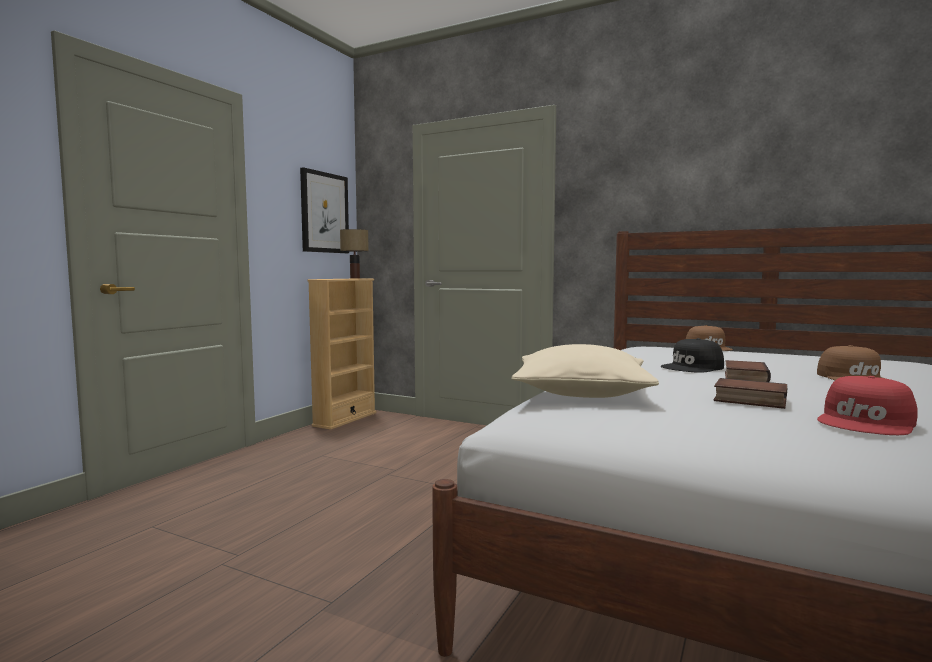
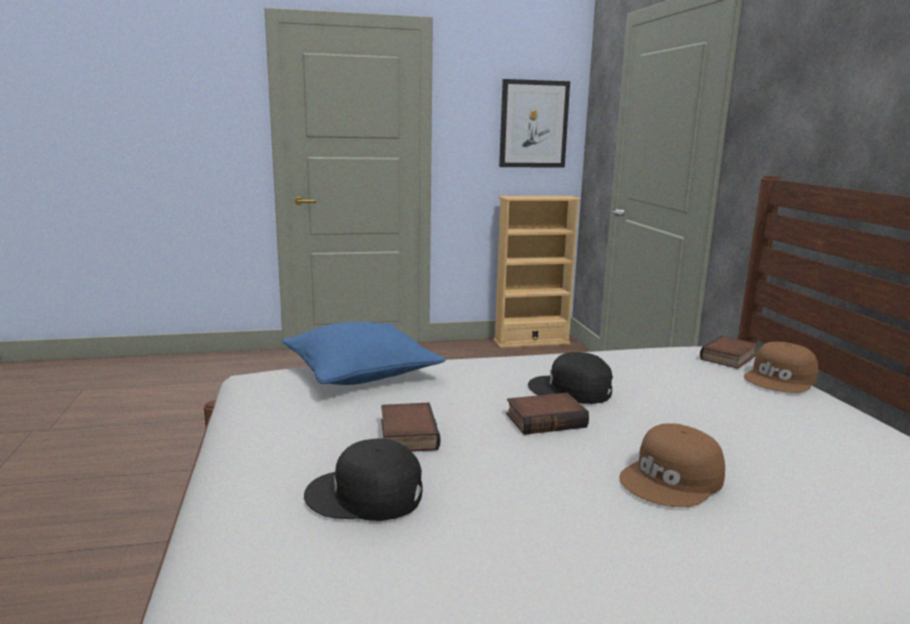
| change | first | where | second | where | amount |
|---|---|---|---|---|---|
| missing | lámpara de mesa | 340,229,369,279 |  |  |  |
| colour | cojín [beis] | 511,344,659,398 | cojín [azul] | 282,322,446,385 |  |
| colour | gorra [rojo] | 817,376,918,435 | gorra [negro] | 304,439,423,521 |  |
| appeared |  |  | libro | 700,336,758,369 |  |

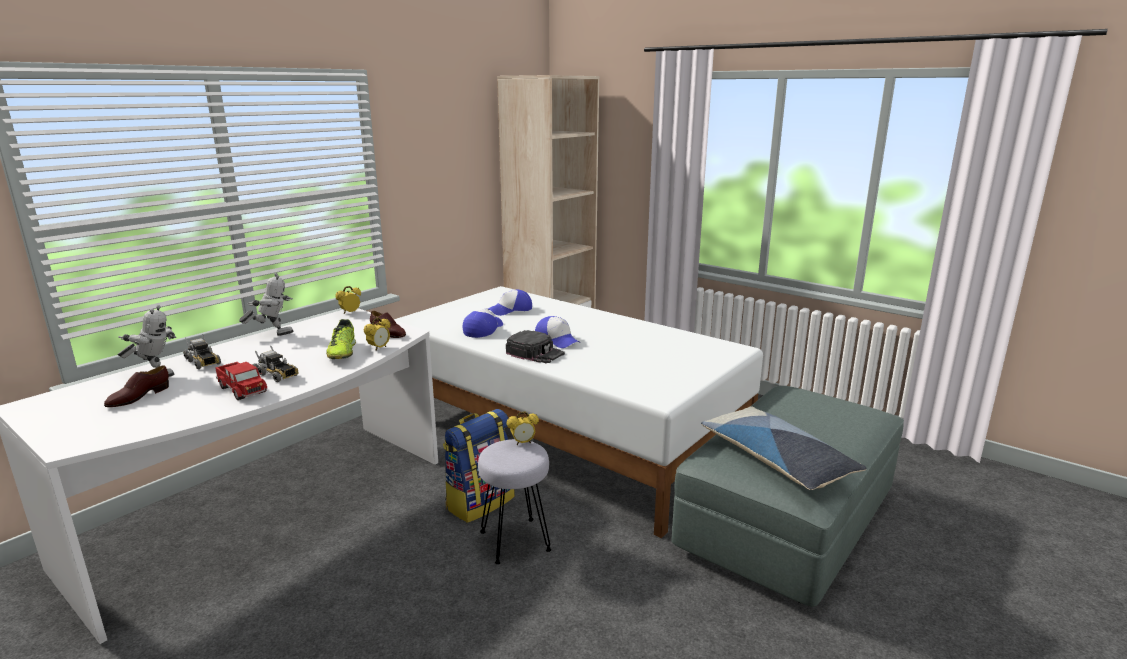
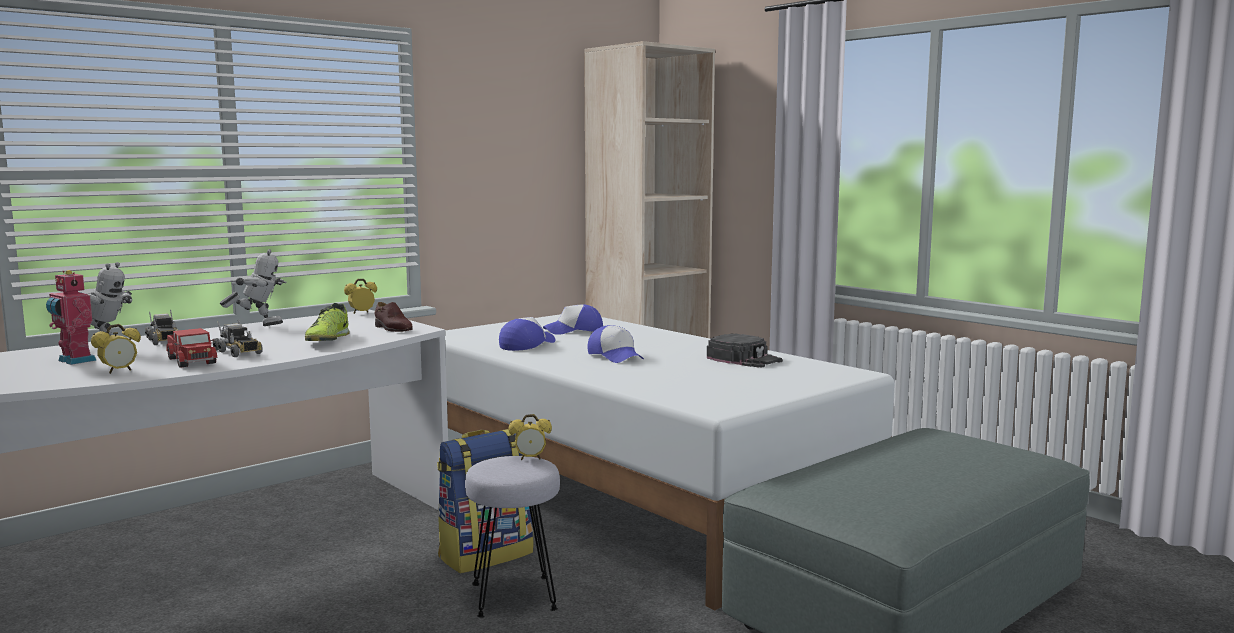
| change | first | where | second | where | amount |
|---|---|---|---|---|---|
| relocated | despertador | 364,317,391,351 |  | 91,324,141,374 |  |
| relocated | gorra [negro] | 506,330,565,363 |  | 707,334,783,368 |  |
| exchanged | zapato [marrón] | 104,365,169,407 | robot de juguete | 46,270,97,365 |  |
| missing | cojín | 701,406,867,490 |  |  |  |

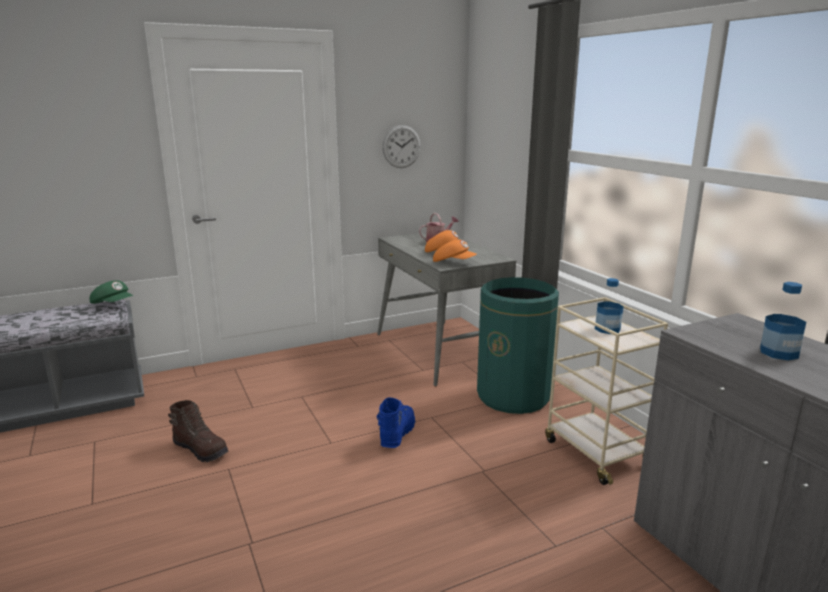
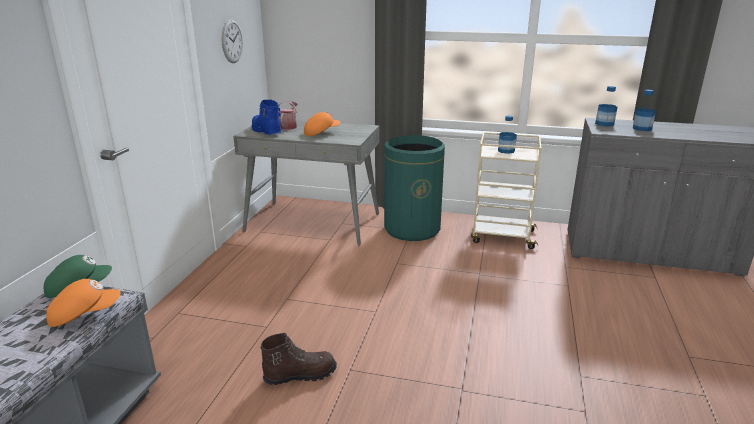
| change | first | where | second | where | amount |
|---|---|---|---|---|---|
| relocated | gorra [naranja] | 433,239,477,262 |  | 46,279,121,327 |  |
| relocated | bota [azul] | 377,398,415,448 |  | 252,100,281,135 |  |
| appeared |  |  | botella | 595,86,618,126 |  |

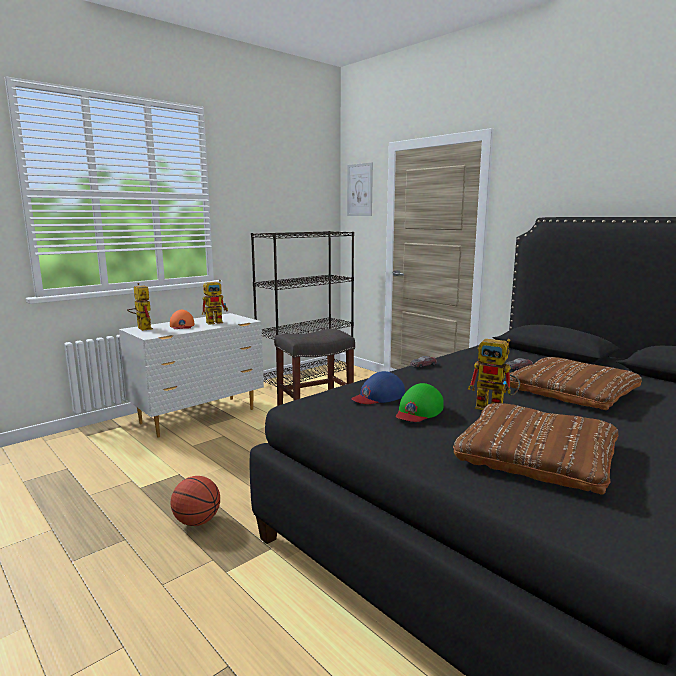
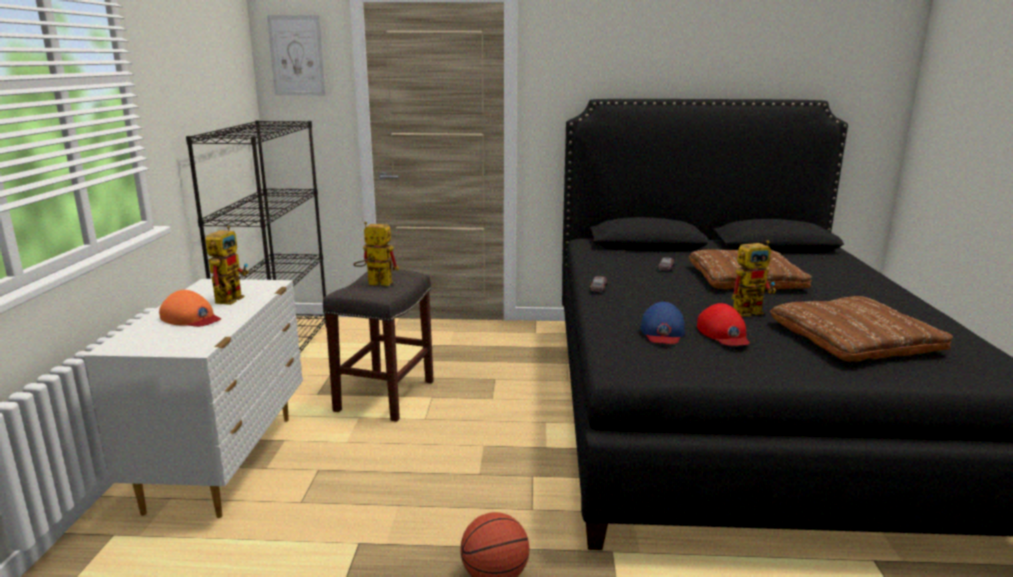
| change | first | where | second | where | amount |
|---|---|---|---|---|---|
| relocated | robot de juguete | 127,283,153,331 |  | 353,222,399,286 |  |
| colour | gorra [verde] | 396,383,444,422 | gorra [rojo] | 697,303,750,346 |  |

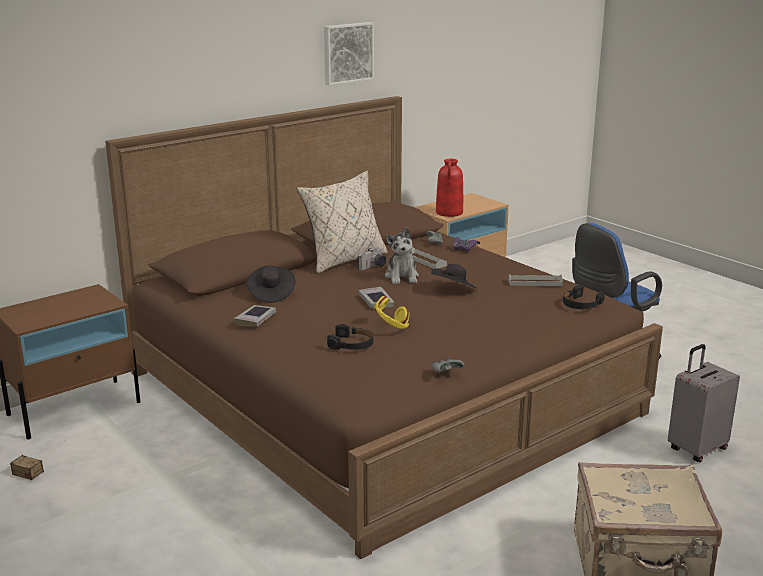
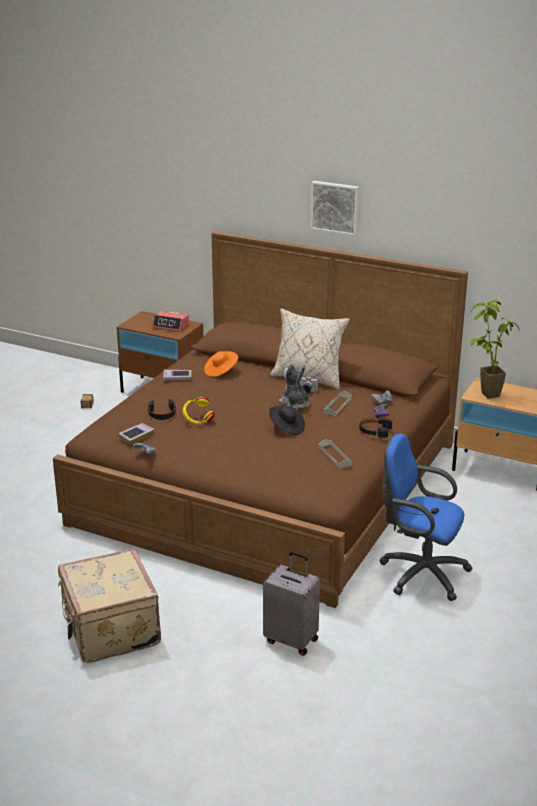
| change | first | where | second | where | amount |
|---|---|---|---|---|---|
| relocated | cuadro | 324,22,374,86 |  | 311,181,359,236 |  |
| exchanged | florero [rojo] | 436,159,463,217 | planta en maceta | 470,300,520,399 |  |
| spun | peluche | 385,227,419,284 |  | 279,364,310,410 | 90 degrees clockwise |
| colour | sombrero [negro] | 247,266,296,303 | sombrero [naranja] | 204,351,238,377 |  |
| relocated | auriculares [negro] | 563,285,605,309 |  | 359,418,392,438 |  |
| relocated | libro | 359,287,394,308 |  | 118,423,154,444 |  |
| appeared |  |  | despertador | 152,311,189,332 |  |

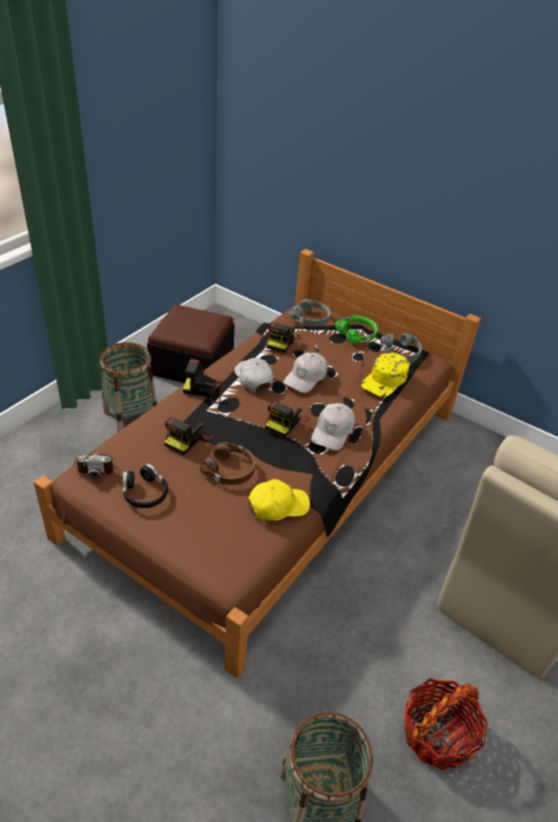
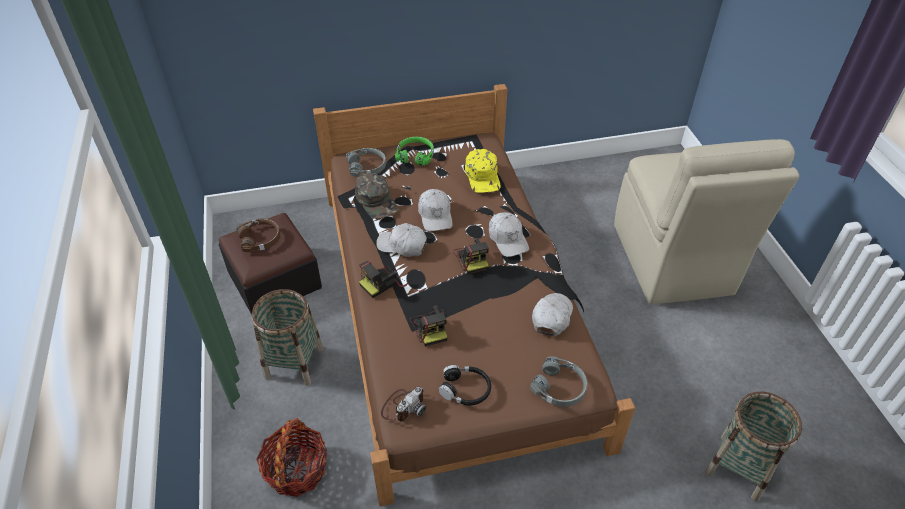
| change | first | where | second | where | amount |
|---|---|---|---|---|---|
| exchanged | cámara | 266,322,301,353 | gorra [verde] | 355,173,398,219 |  |
| relocated | auriculares [gris] | 380,333,422,362 |  | 530,356,588,407 |  |
| relocated | auriculares [marrón] | 200,442,255,485 |  | 236,218,280,252 |  |
| colour | gorra [amarillo] | 248,479,310,521 | gorra [blanco] | 532,293,573,336 |  |
| relocated | cesta | 404,678,488,770 |  | 256,418,327,497 |  |

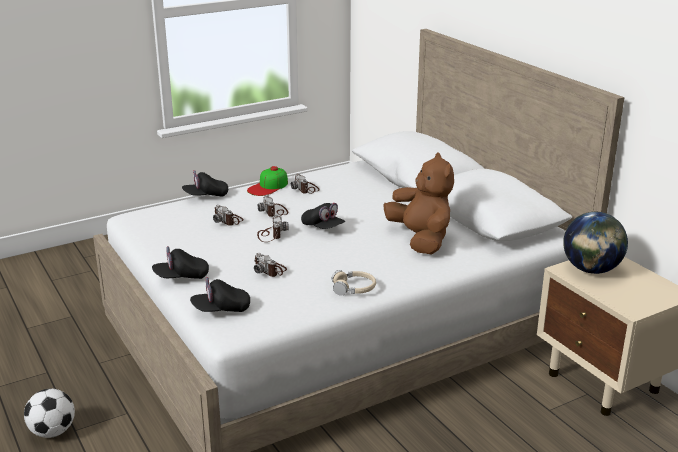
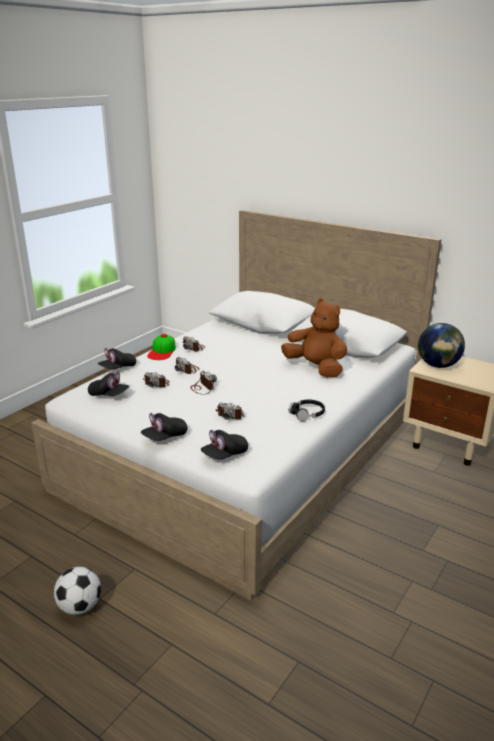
| change | first | where | second | where | amount |
|---|---|---|---|---|---|
| relocated | gorra [negro] | 301,203,345,229 |  | 88,372,129,396 |  |
| colour | auriculares [beis] | 332,270,376,296 | auriculares [negro] | 289,400,325,422 |  |

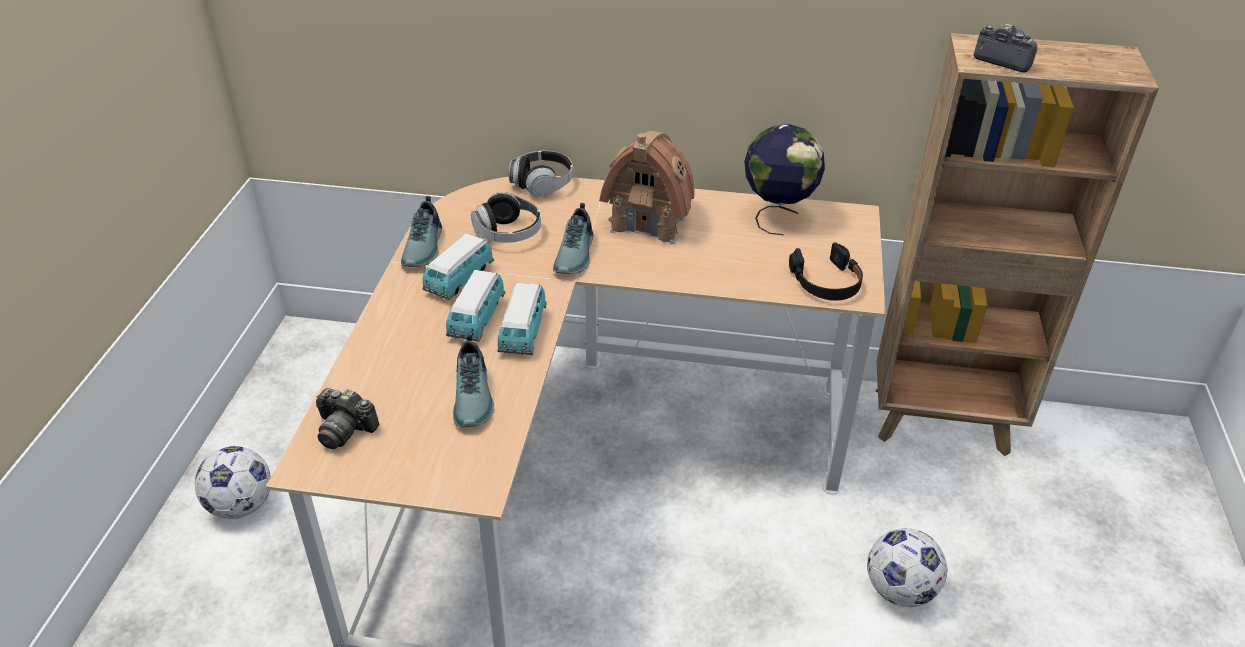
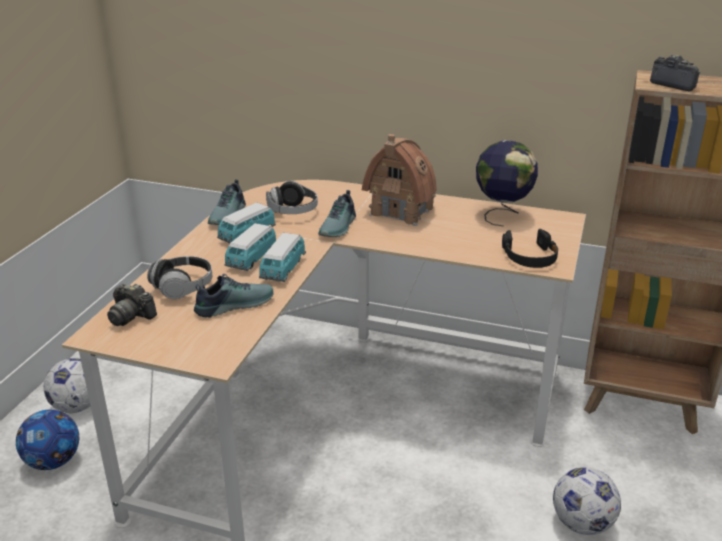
| change | first | where | second | where | amount |
|---|---|---|---|---|---|
| relocated | auriculares | 509,151,573,197 |  | 147,256,212,299 |  |
| spun | zapato | 453,334,494,427 |  | 194,274,274,318 | 120 degrees counterclockwise |
| appeared |  |  | balón de fútbol | 16,410,79,470 |  |

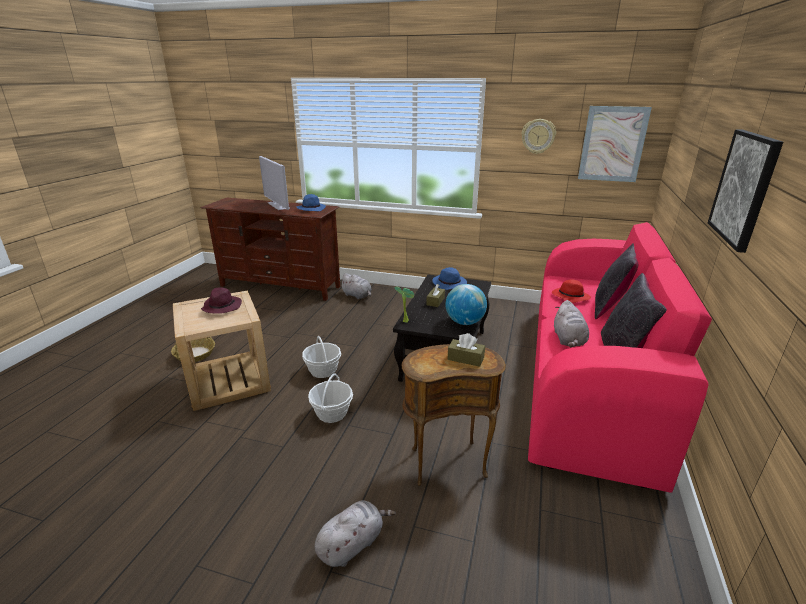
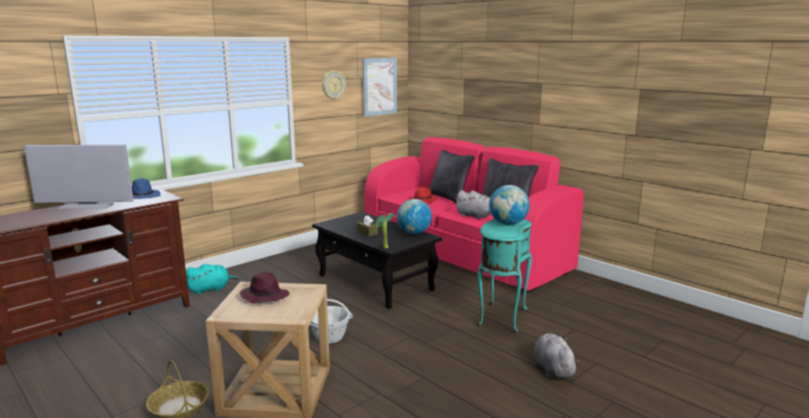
| change | first | where | second | where | amount |
|---|---|---|---|---|---|
| missing | cuadro | 708,129,783,253 |  |  |  |
| missing | sombrero [azul] | 432,267,467,290 |  |  |  |
| colour | peluche [gris] | 340,273,372,300 | peluche [turquesa] | 186,264,239,294 |  |
| exchanged | caja de pañuelos [marrón] | 447,333,485,367 | globo terráqueo | 489,185,530,225 |  |
| colour | mesa auxiliar [marrón] | 402,344,506,486 | mesa auxiliar [turquesa] | 477,219,532,333 |  |
| missing | cesta | 308,373,353,423 |  |  |  |

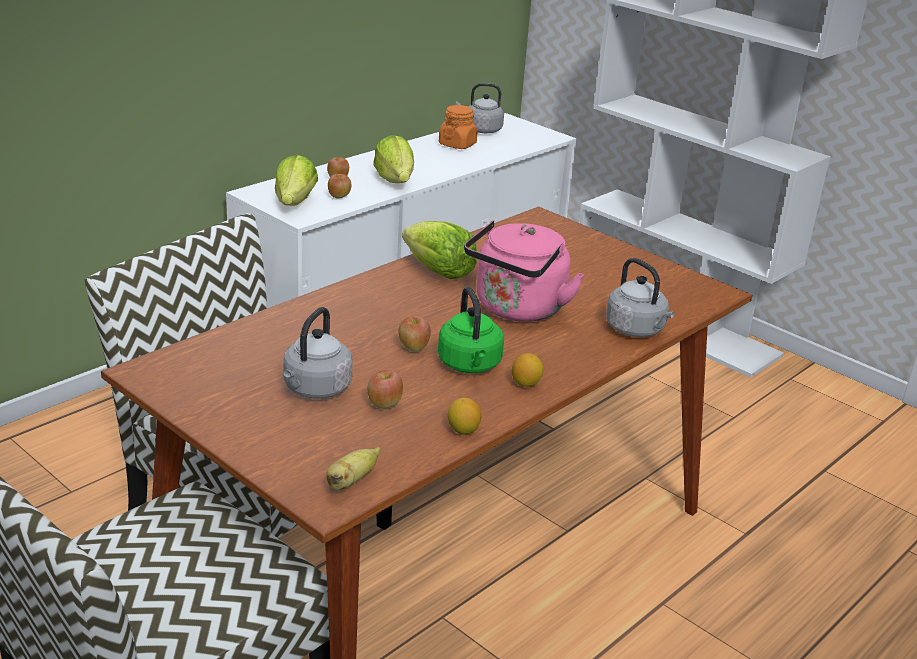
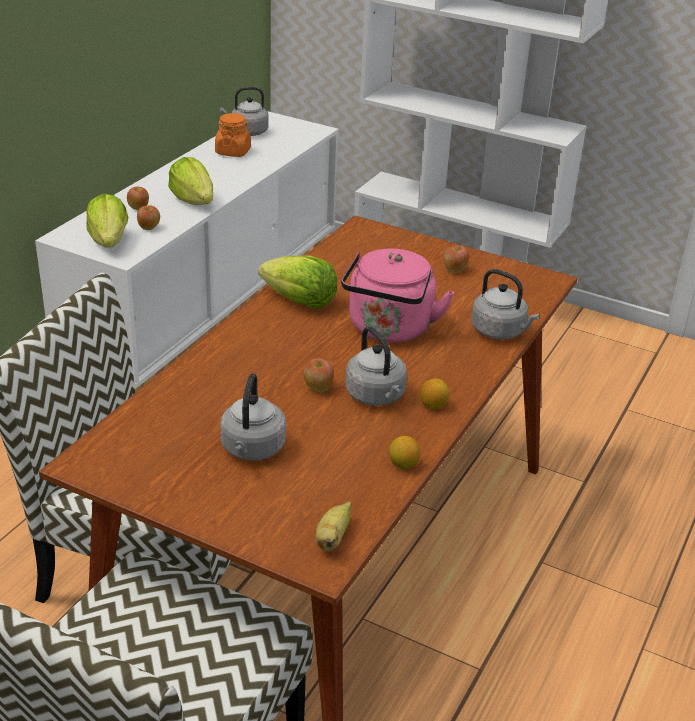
| change | first | where | second | where | amount |
|---|---|---|---|---|---|
| colour | hervidor [verde] | 438,287,504,373 | hervidor [gris] | 345,326,407,406 |  |
| relocated | manzana | 367,370,403,409 |  | 444,245,469,273 |  |

